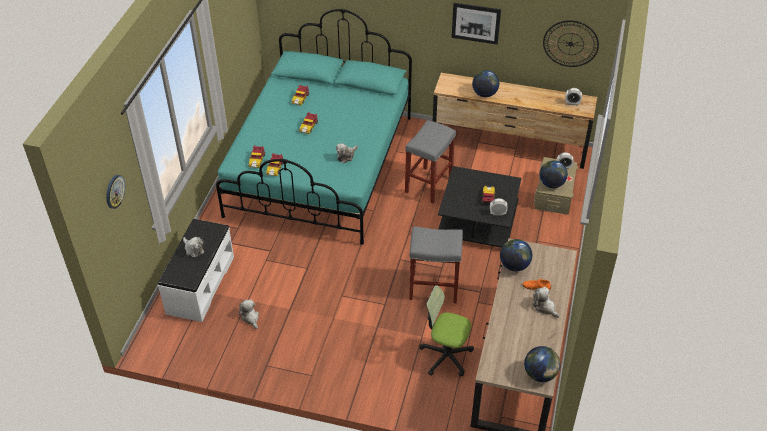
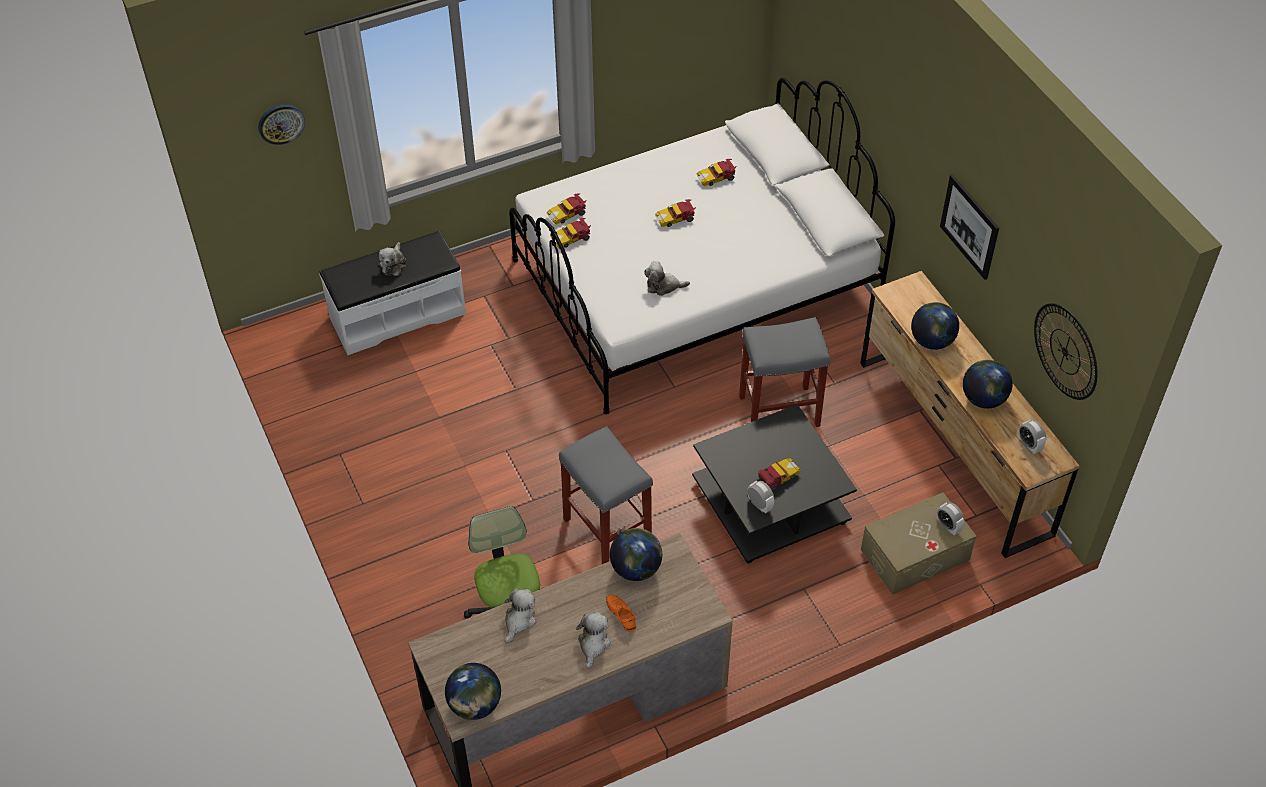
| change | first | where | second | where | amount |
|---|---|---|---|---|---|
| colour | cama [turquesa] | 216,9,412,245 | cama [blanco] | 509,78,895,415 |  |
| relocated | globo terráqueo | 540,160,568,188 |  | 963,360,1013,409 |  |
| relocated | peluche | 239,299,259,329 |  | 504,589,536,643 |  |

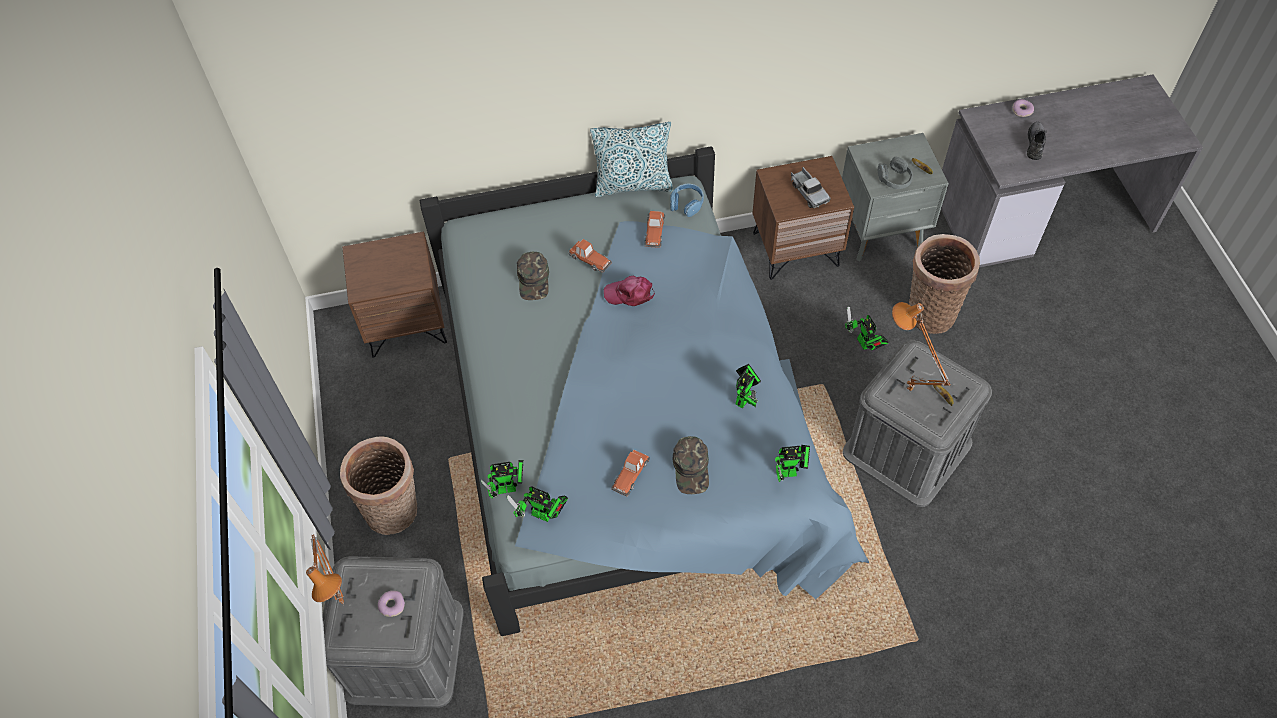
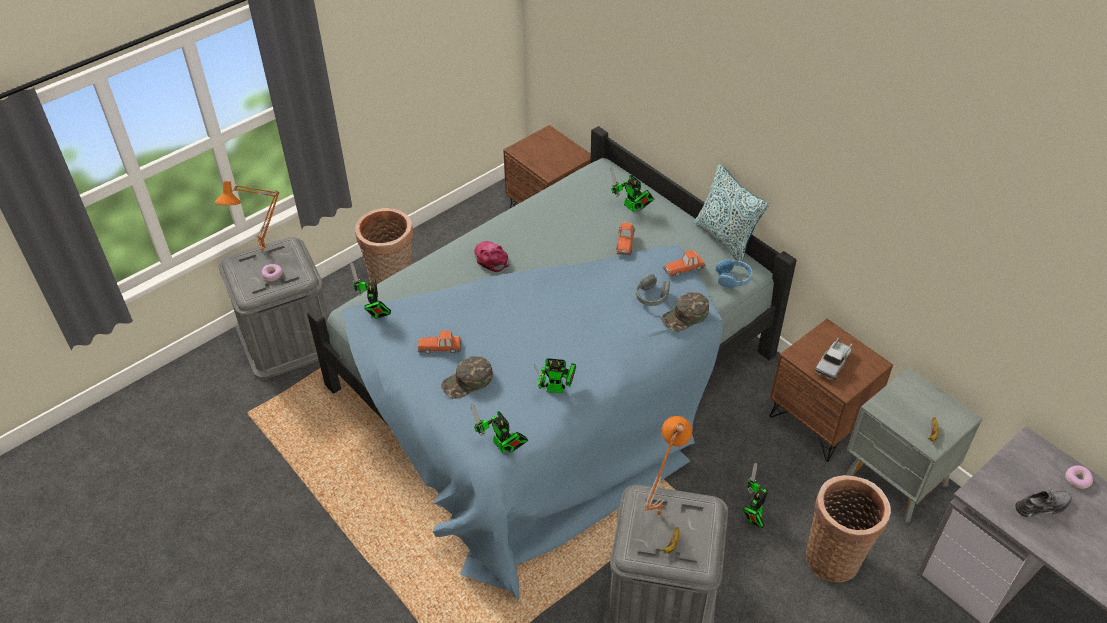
| change | first | where | second | where | amount |
|---|---|---|---|---|---|
| relocated | auriculares [gris] | 878,157,913,189 |  | 636,274,670,306 |  |
| relocated | gorra [verde] | 517,252,549,300 |  | 661,292,709,332 |  |
| relocated | gorra [rosa] | 604,276,655,306 |  | 474,241,509,272 |  |
| relocated | robot de juguete | 481,460,523,499 |  | 610,167,654,212 |  |

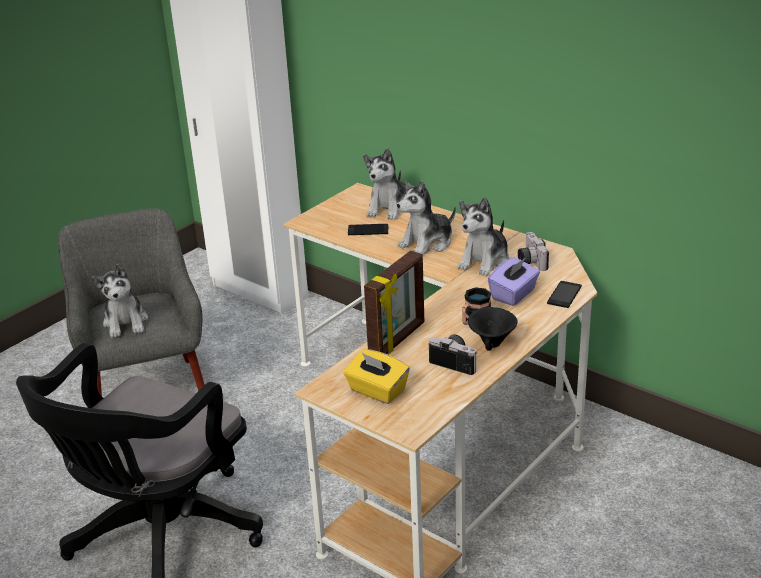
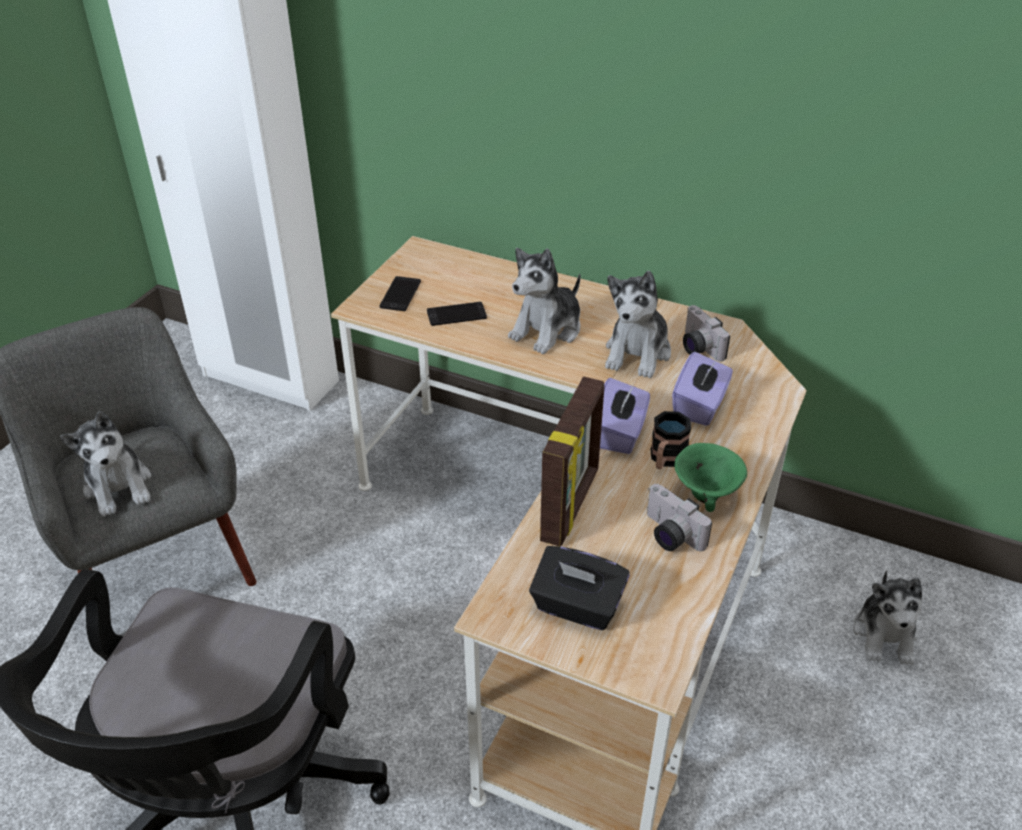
| change | first | where | second | where | amount |
|---|---|---|---|---|---|
| relocated | peluche | 363,148,405,220 |  | 853,570,922,665 |  |
| relocated | móvil | 547,281,582,308 |  | 380,276,421,311 |  |
| colour | cuenco [negro] | 468,307,518,351 | cuenco [verde] | 675,443,747,512 |  |
| spun | cámara | 429,334,478,375 |  | 647,484,712,551 | 150 degrees counterclockwise |
| colour | caja de pañuelos [amarillo] | 343,349,410,404 | caja de pañuelos [negro] | 529,546,630,630 |  |
| appeared |  |  | caja de pañuelos [morado] | 600,378,650,454 |  |

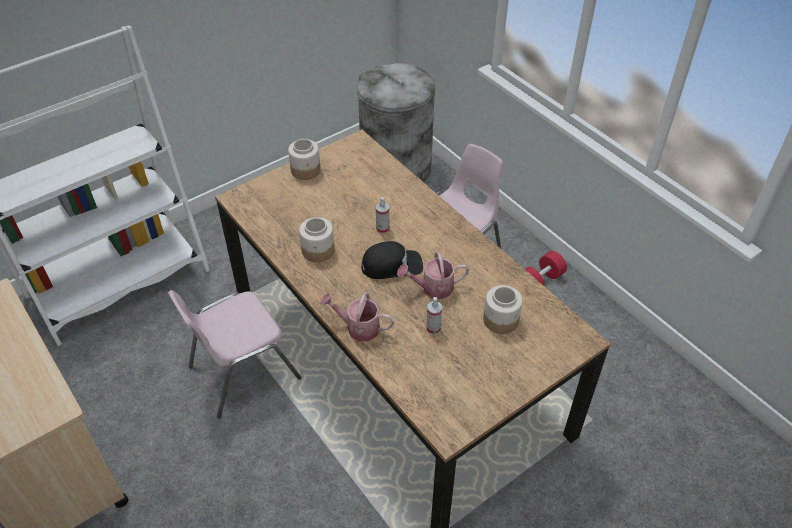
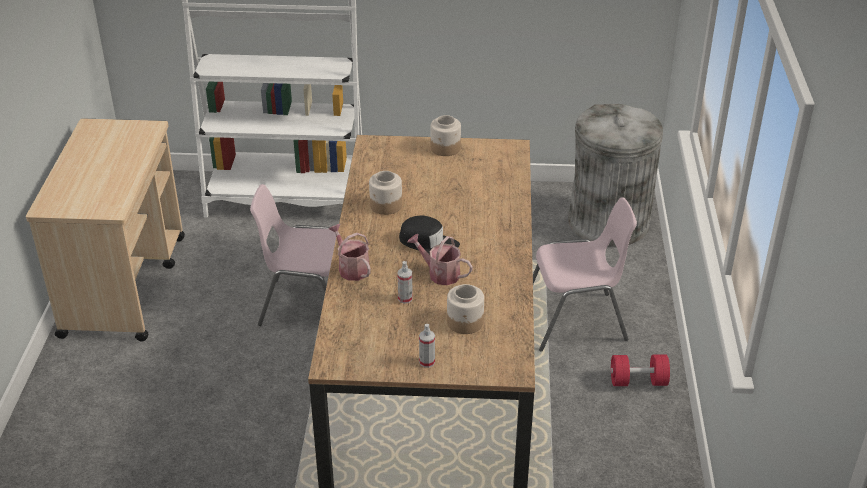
| change | first | where | second | where | amount |
|---|---|---|---|---|---|
| relocated | pulverizador | 376,197,389,234 |  | 419,324,435,368 |  |

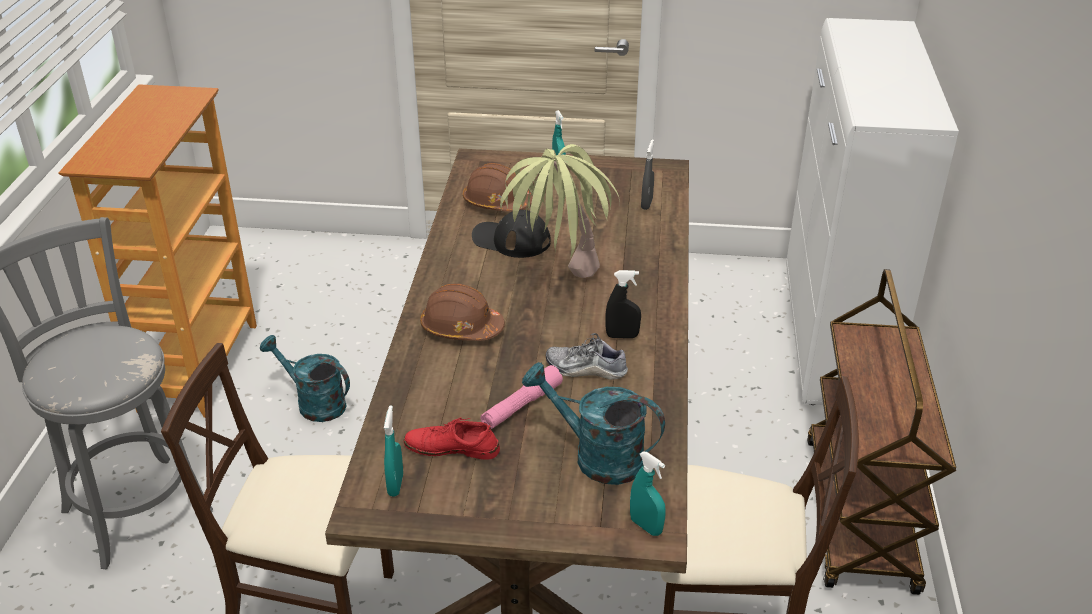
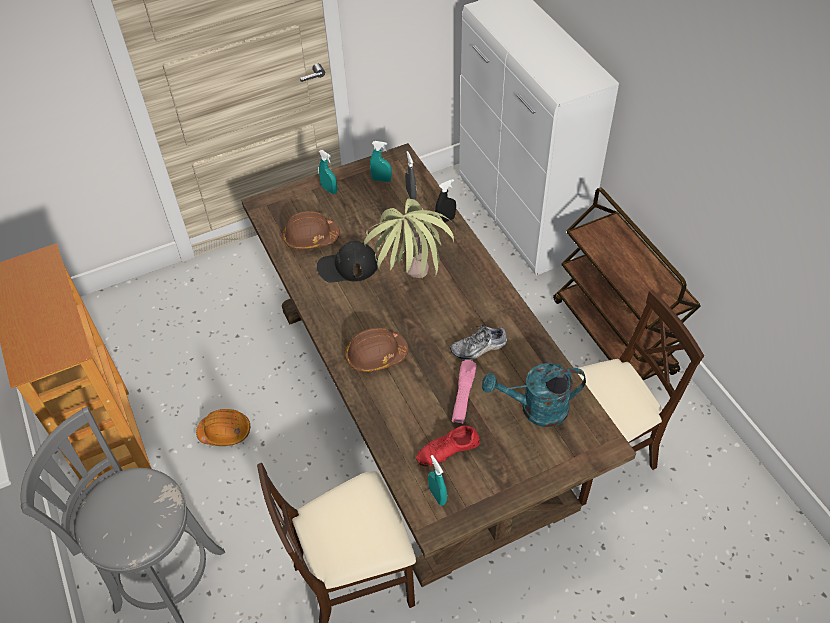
| change | first | where | second | where | amount |
|---|---|---|---|---|---|
| relocated | pulverizador [negro] | 605,270,641,338 |  | 435,179,456,222 |  |
| exchanged | regadera [turquesa] | 260,335,350,422 | casco [naranja] | 196,409,250,446 |  |
| relocated | pulverizador [turquesa] | 630,452,666,536 |  | 370,141,392,182 |  |

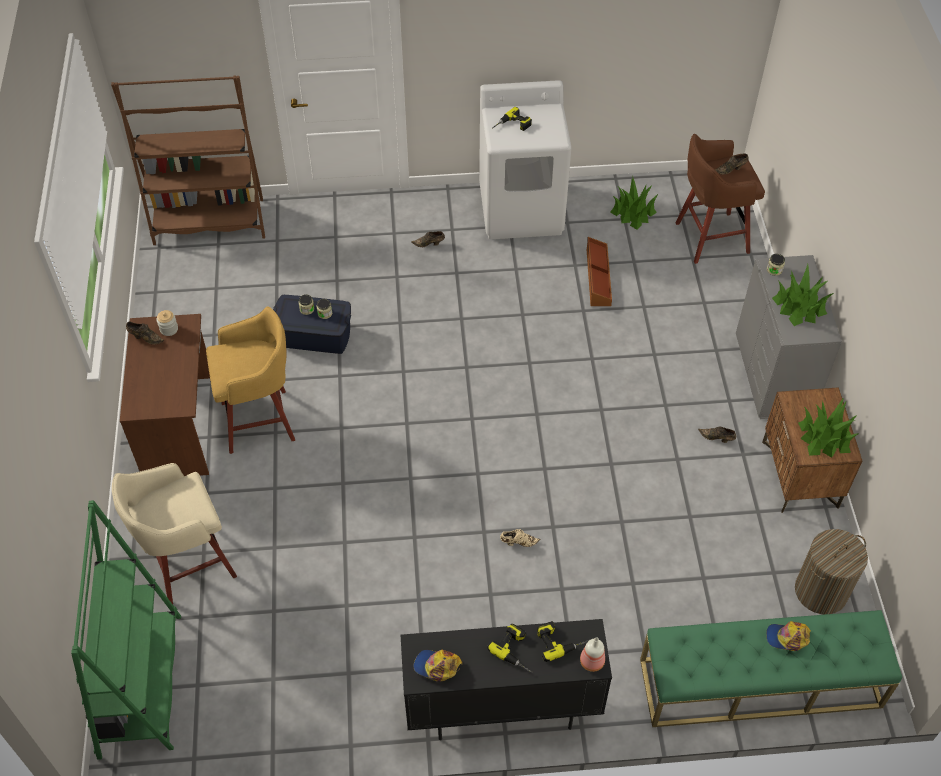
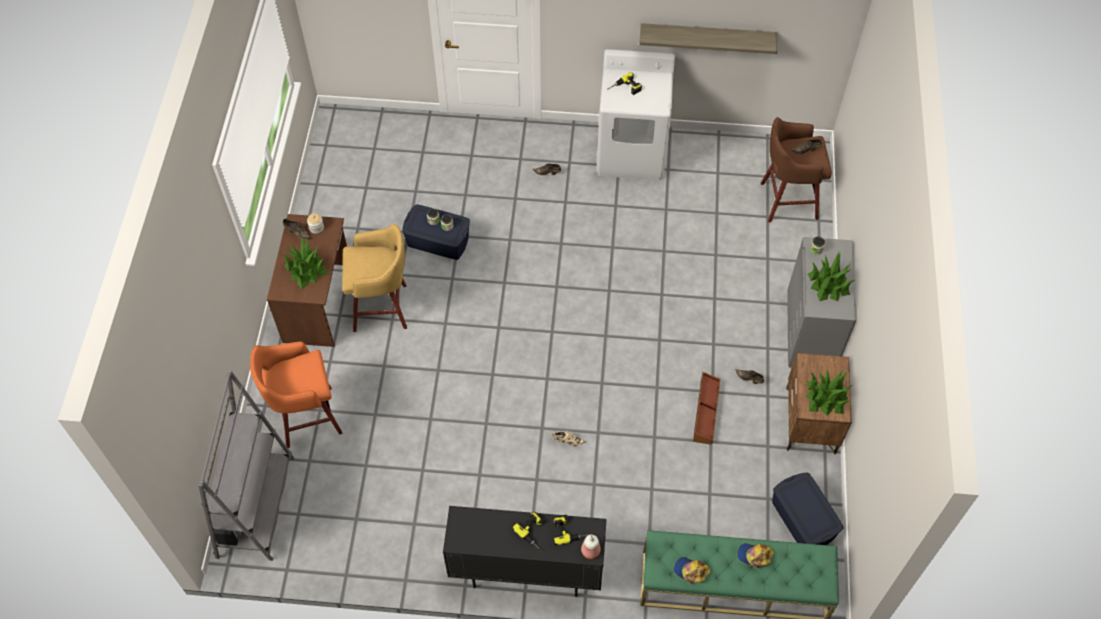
| change | first | where | second | where | amount |
|---|---|---|---|---|---|
| missing | estantería [marrón] | 111,75,265,245 |  |  |  |
| relocated | planta en maceta | 610,177,658,230 |  | 281,237,328,289 |  |
| relocated | caja de almacenaje [marrón] | 587,237,612,306 |  | 693,372,720,445 |  |
| colour | taburete [beis] | 112,463,237,604 | taburete [naranja] | 250,342,342,448 |  |
| colour | estantería [verde] | 71,500,181,760 | estantería [gris] | 198,371,295,561 |  |
| exchanged | cesto de la ropa | 795,529,868,614 | caja de almacenaje [azul] | 772,473,844,545 |  |
| relocated | gorra | 413,650,462,681 |  | 674,557,711,584 |  |
| appeared |  |  | estante | 639,23,777,54 |  |

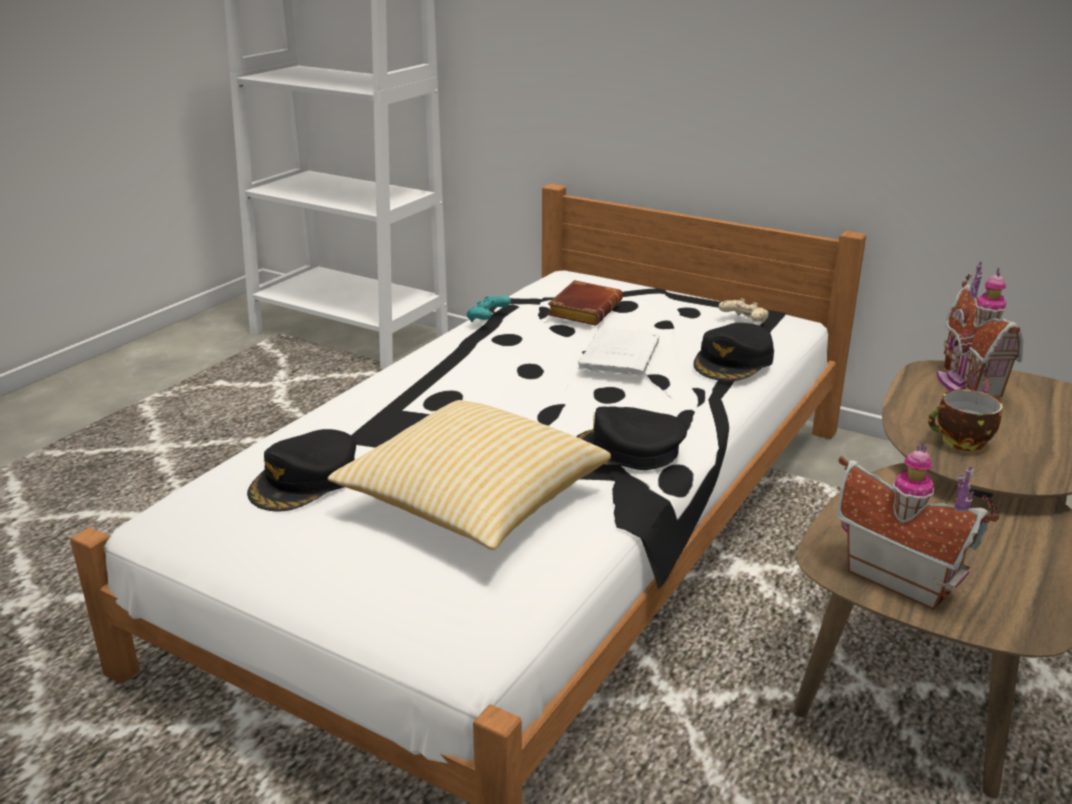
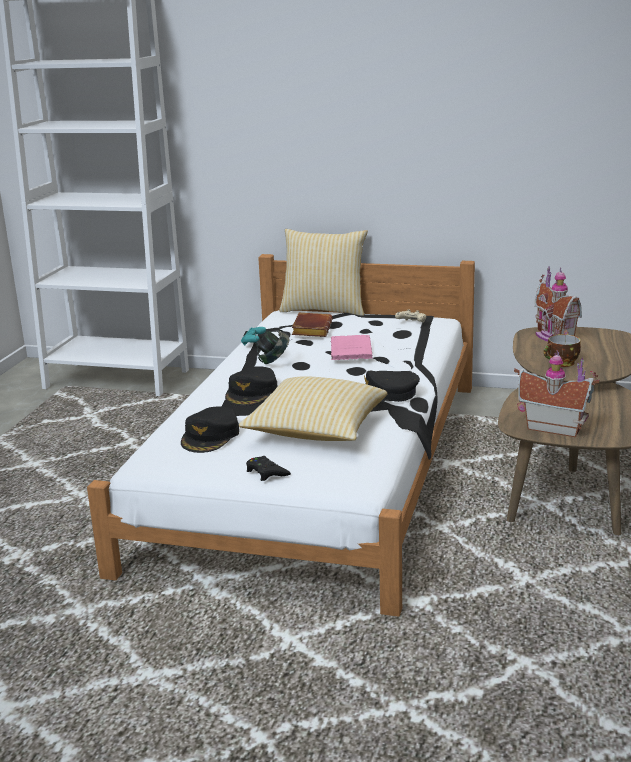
| change | first | where | second | where | amount |
|---|---|---|---|---|---|
| relocated | gorra [negro] | 693,323,774,381 |  | 225,366,277,406 |  |
| colour | libro [blanco] | 577,328,659,377 | libro [rosa] | 331,335,373,360 |  |
| appeared |  |  | cojín | 279,229,368,316 |  |
| appeared |  |  | auriculares | 256,330,289,364 |  |
| appeared |  |  | mando de consola [negro] | 246,456,291,481 |  |

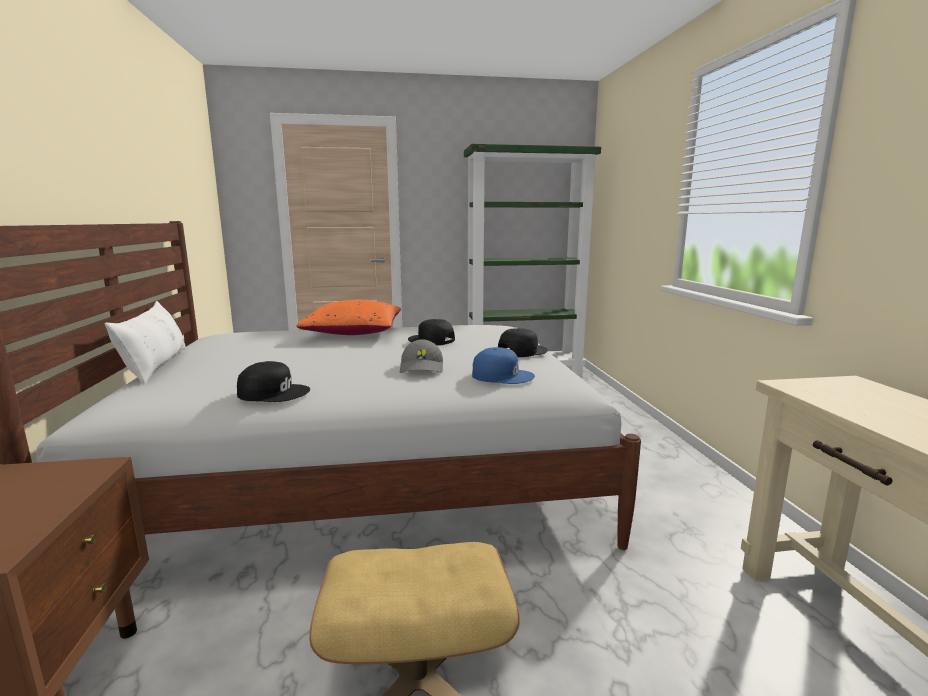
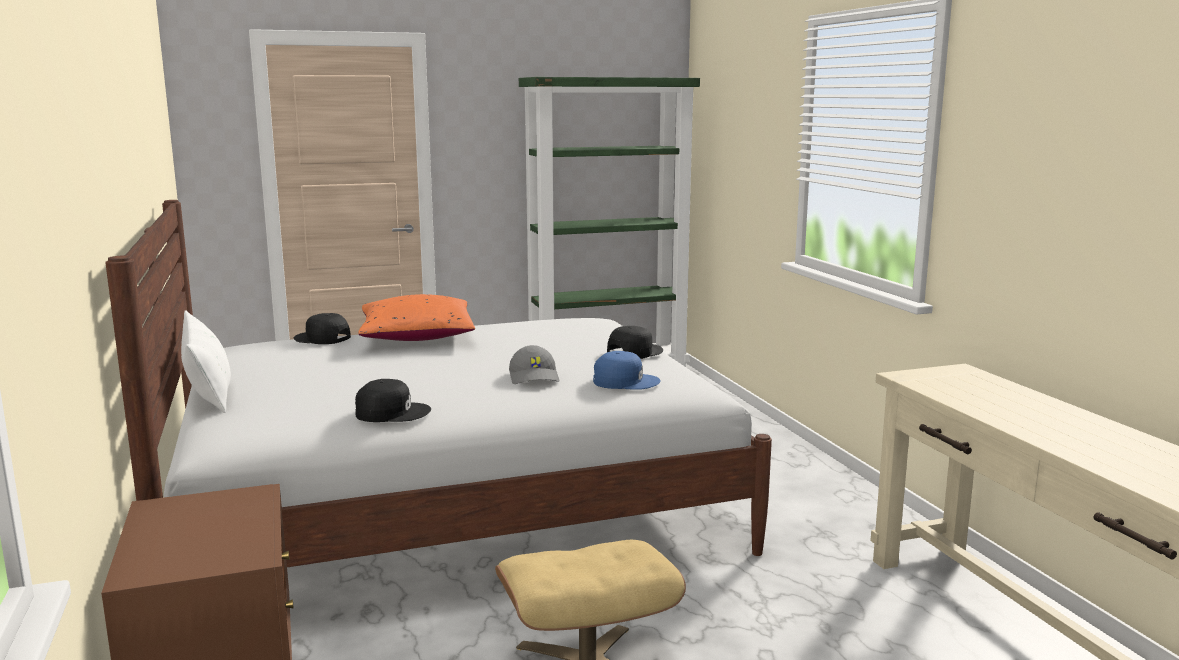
| change | first | where | second | where | amount |
|---|---|---|---|---|---|
| relocated | gorra [negro] | 408,319,455,345 |  | 294,313,351,344 |  |

